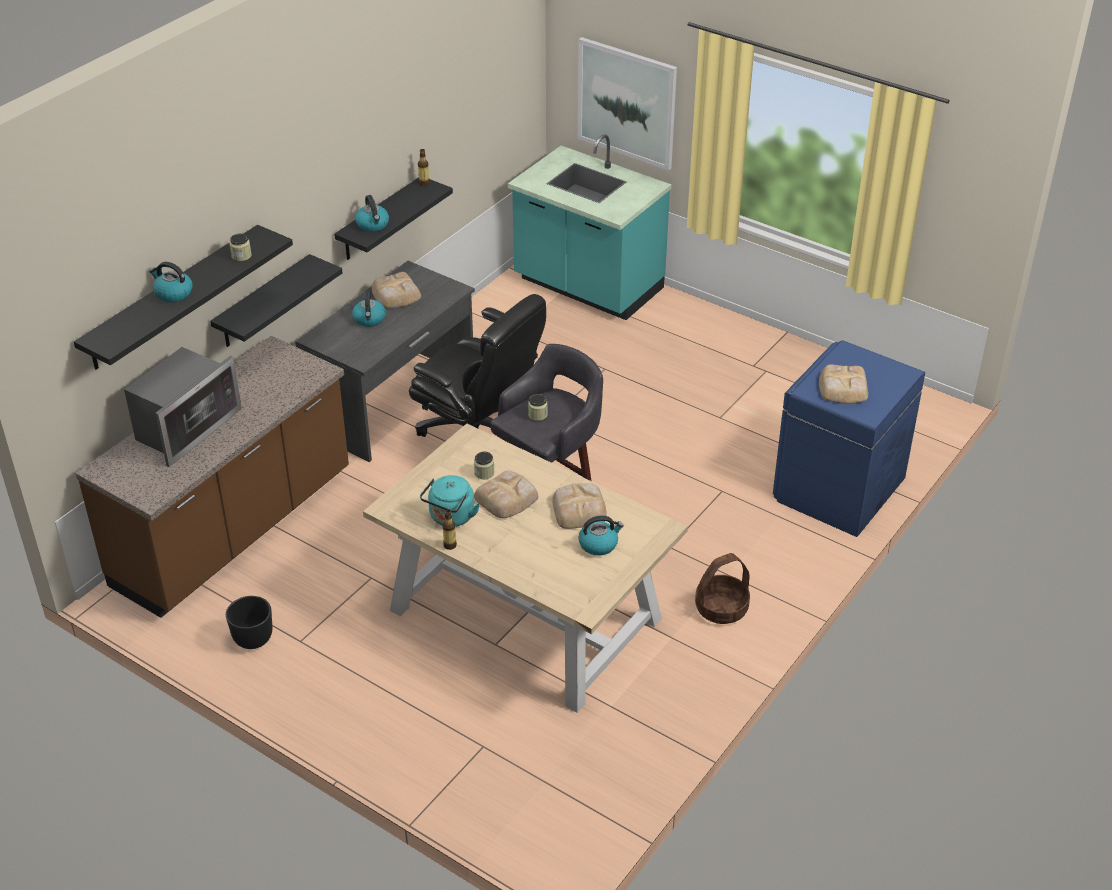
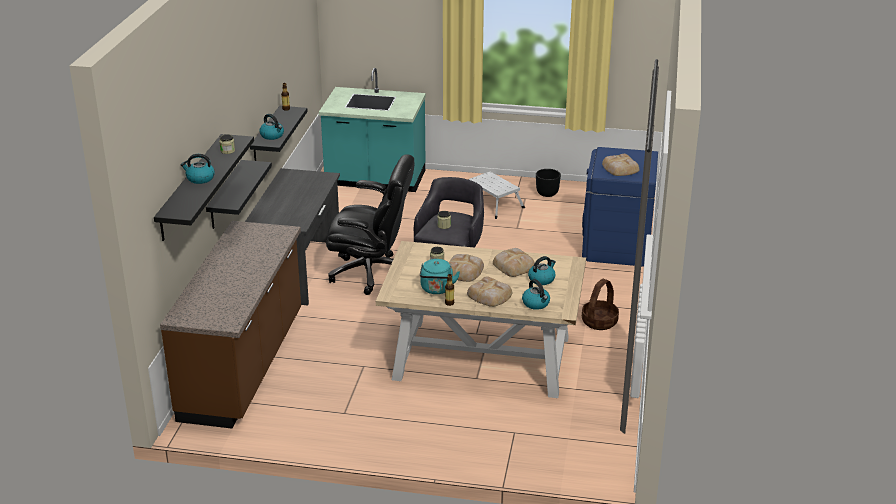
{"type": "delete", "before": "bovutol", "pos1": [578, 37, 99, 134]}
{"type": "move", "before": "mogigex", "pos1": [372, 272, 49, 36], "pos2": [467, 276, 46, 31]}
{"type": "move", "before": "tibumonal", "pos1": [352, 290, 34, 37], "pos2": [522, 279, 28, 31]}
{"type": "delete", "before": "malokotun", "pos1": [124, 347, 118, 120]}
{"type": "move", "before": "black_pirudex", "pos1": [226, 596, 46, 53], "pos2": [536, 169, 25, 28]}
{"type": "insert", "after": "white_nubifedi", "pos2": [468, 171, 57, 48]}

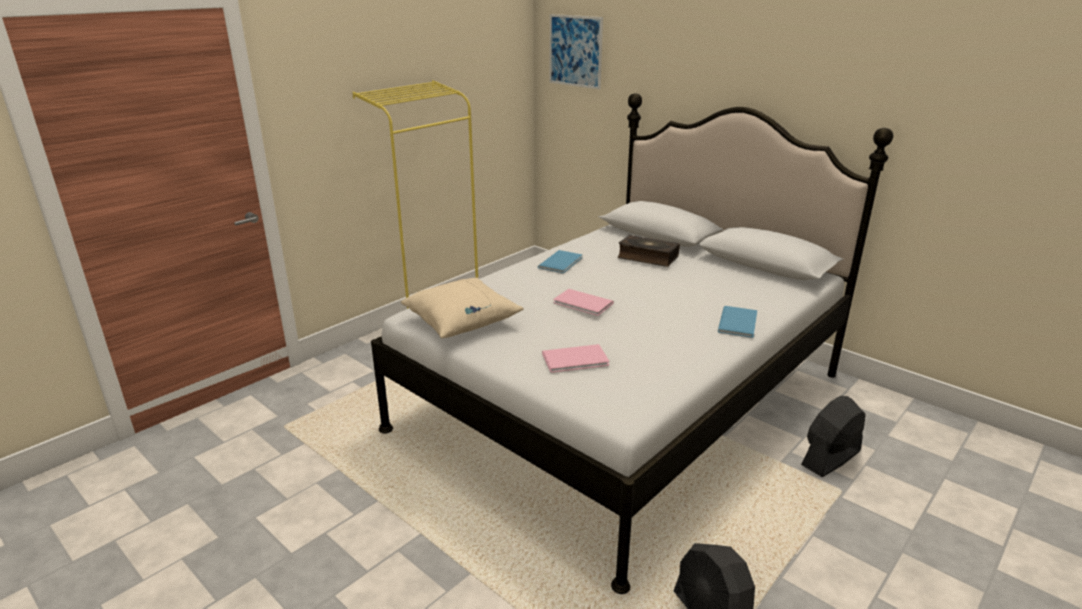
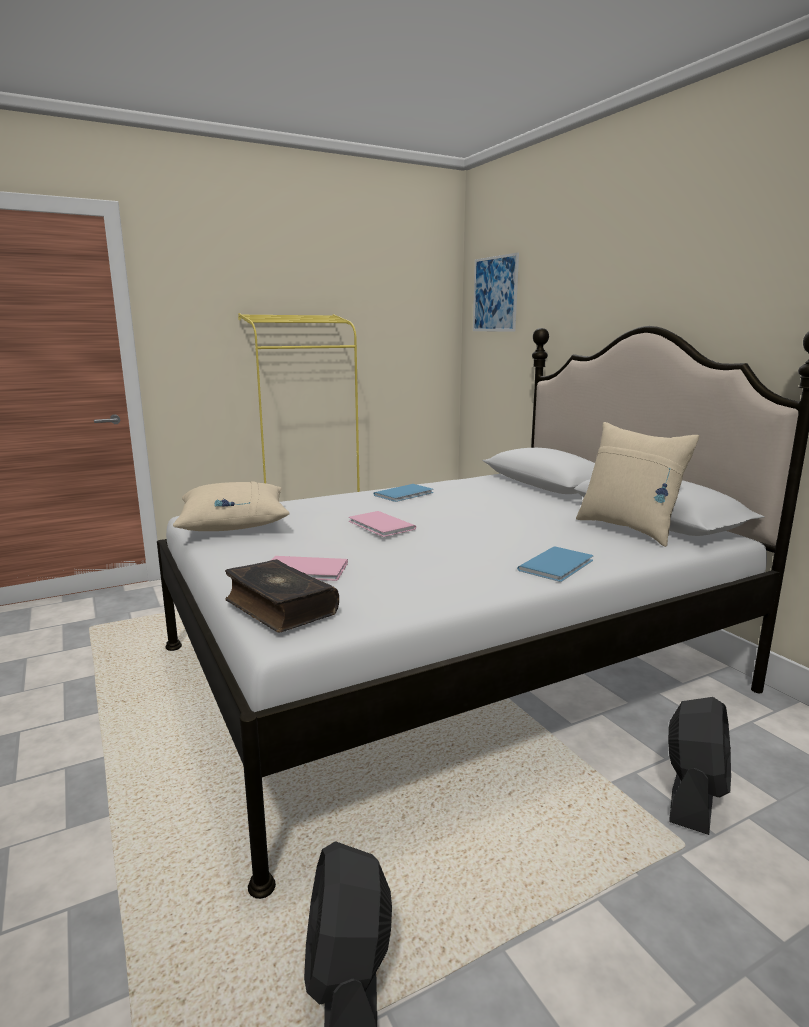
{"type": "move", "before": "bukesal", "pos1": [618, 235, 62, 32], "pos2": [225, 559, 114, 73]}
{"type": "rotate", "before": "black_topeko", "pos1": [801, 396, 65, 81], "pos2": [668, 697, 63, 138], "turn": 135}
{"type": "insert", "after": "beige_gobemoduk", "pos2": [576, 422, 123, 125]}

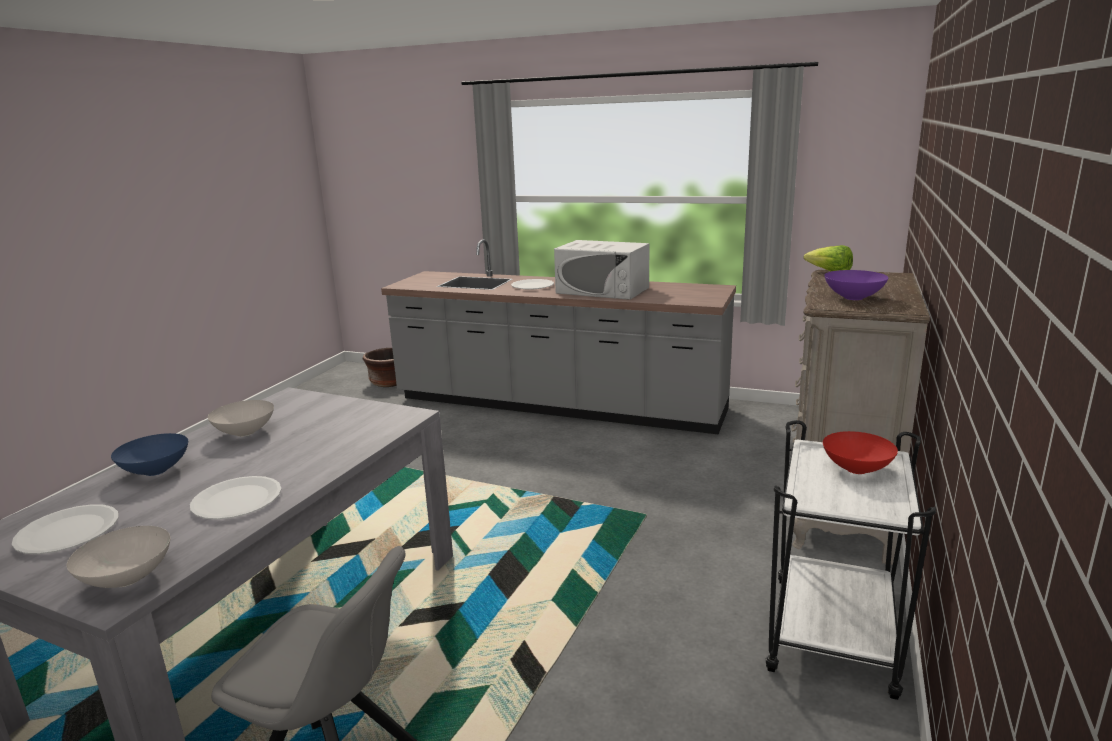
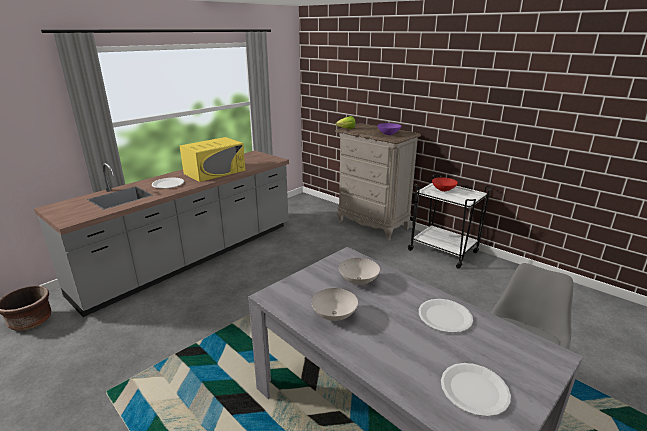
{"type": "recolor", "before": "white_malokotun", "after": "yellow_malokotun", "pos1": [554, 240, 96, 60], "pos2": [179, 137, 67, 45]}
{"type": "delete", "before": "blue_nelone", "pos1": [111, 433, 77, 43]}
{"type": "move", "before": "white_nelone", "pos1": [67, 526, 103, 62], "pos2": [339, 258, 41, 27]}

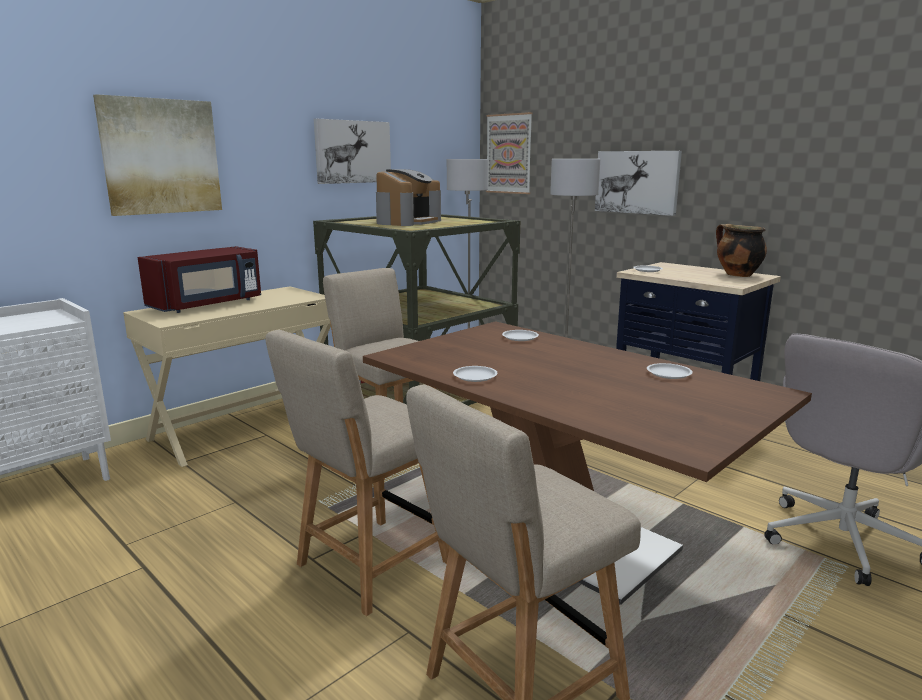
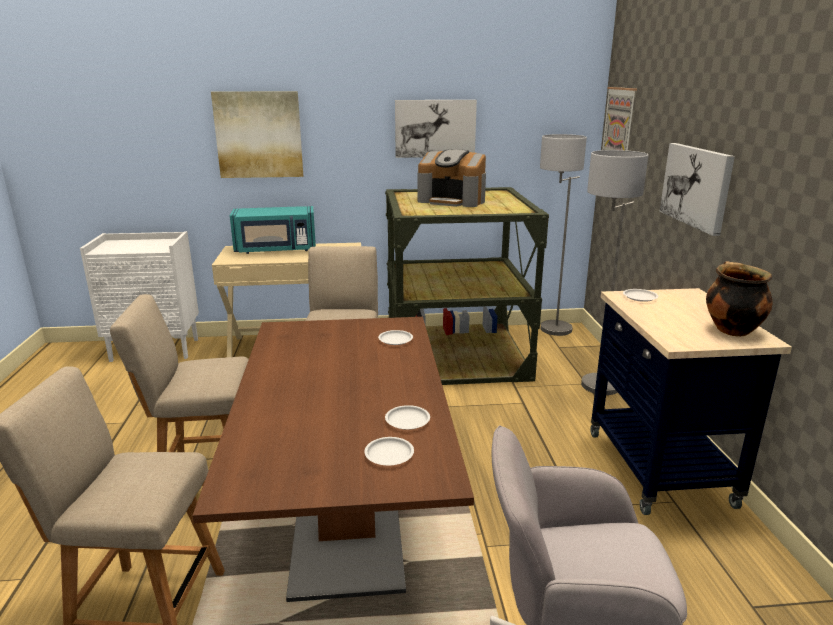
{"type": "rotate", "before": "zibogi", "pos1": [376, 169, 65, 57], "pos2": [417, 149, 69, 58], "turn": 45}
{"type": "recolor", "before": "red_malokotun", "after": "turquoise_malokotun", "pos1": [138, 246, 123, 67], "pos2": [230, 206, 86, 48]}
{"type": "move", "before": "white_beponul", "pos1": [453, 366, 45, 16], "pos2": [365, 437, 49, 29]}

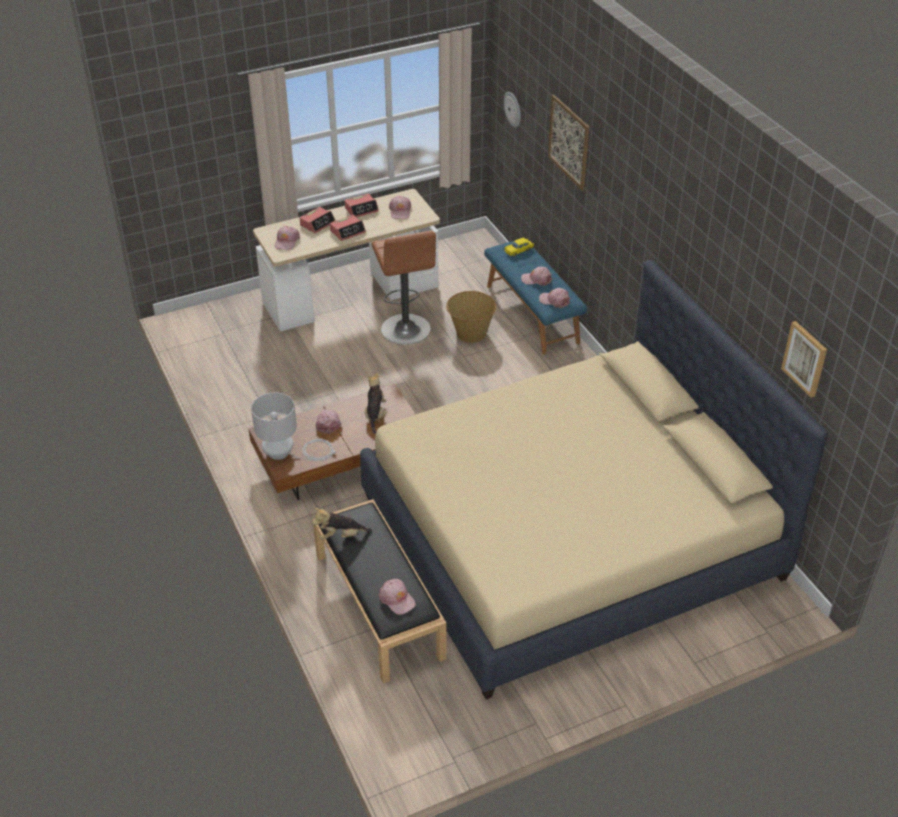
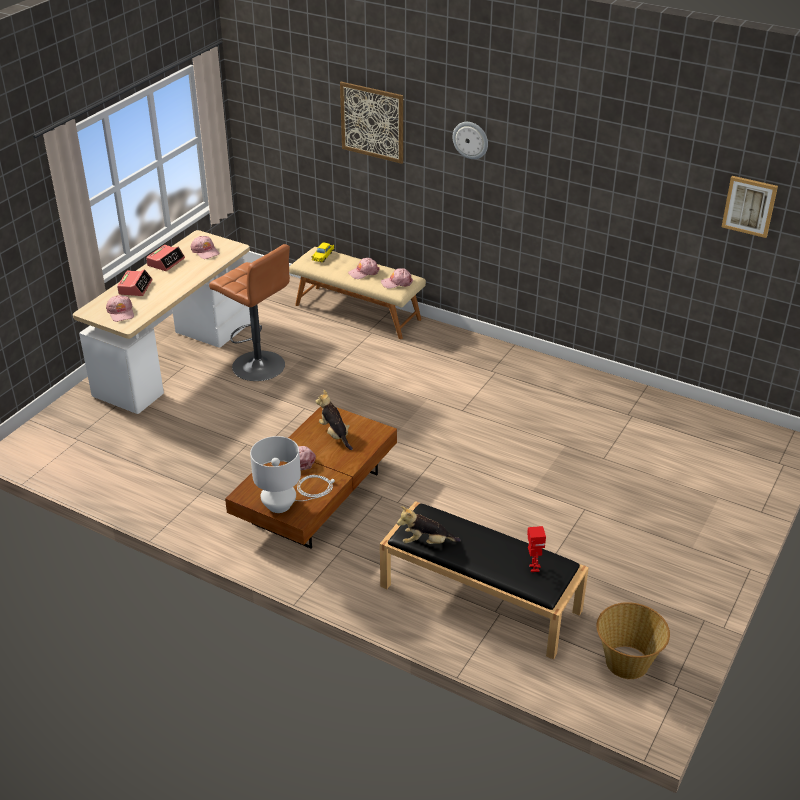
{"type": "move", "before": "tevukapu", "pos1": [504, 92, 17, 35], "pos2": [453, 122, 35, 37]}
{"type": "delete", "before": "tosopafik", "pos1": [330, 215, 36, 26]}
{"type": "recolor", "before": "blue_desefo", "after": "beige_desefo", "pos1": [484, 241, 103, 114], "pos2": [289, 247, 137, 92]}
{"type": "delete", "before": "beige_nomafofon", "pos1": [360, 260, 468, 439]}
{"type": "move", "before": "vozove", "pos1": [446, 291, 50, 52], "pos2": [597, 602, 73, 77]}
{"type": "rotate", "before": "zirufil", "pos1": [312, 508, 60, 32], "pos2": [397, 506, 64, 38], "turn": 45}
{"type": "replace", "before": "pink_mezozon", "after": "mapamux", "pos1": [379, 579, 37, 36], "pos2": [527, 526, 19, 46]}

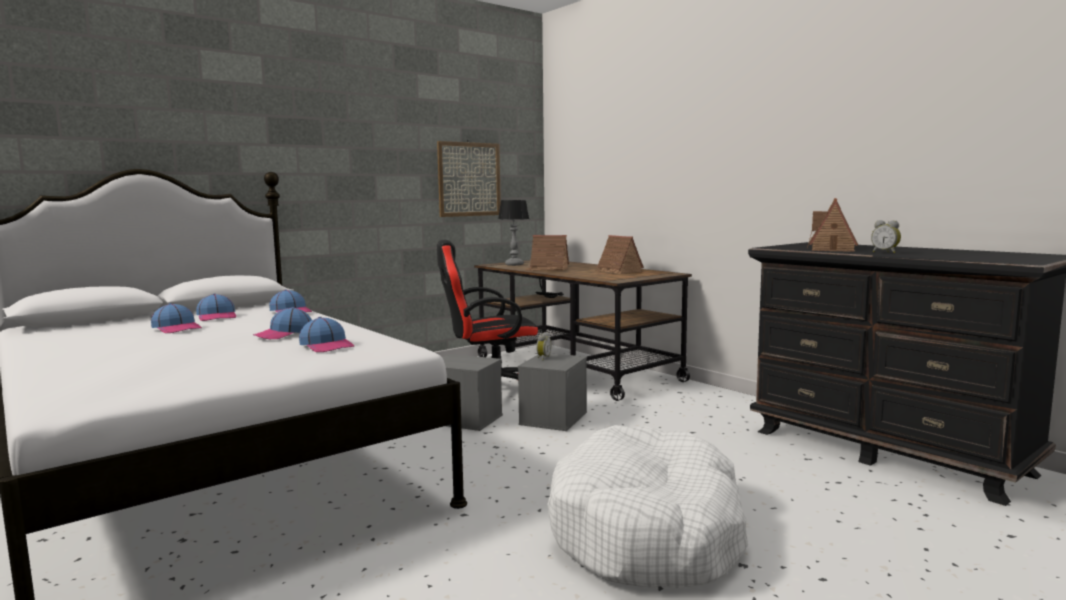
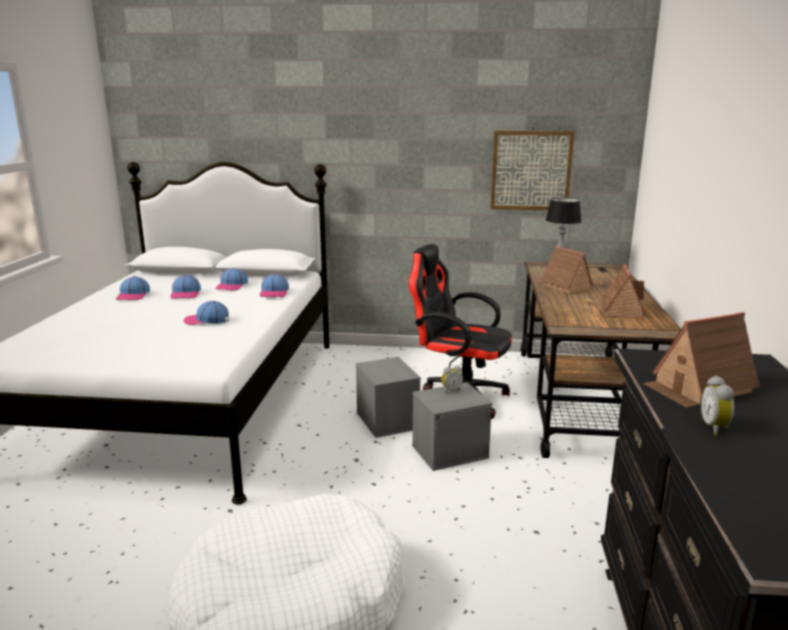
{"type": "move", "before": "mezozon", "pos1": [299, 317, 55, 35], "pos2": [116, 276, 34, 24]}

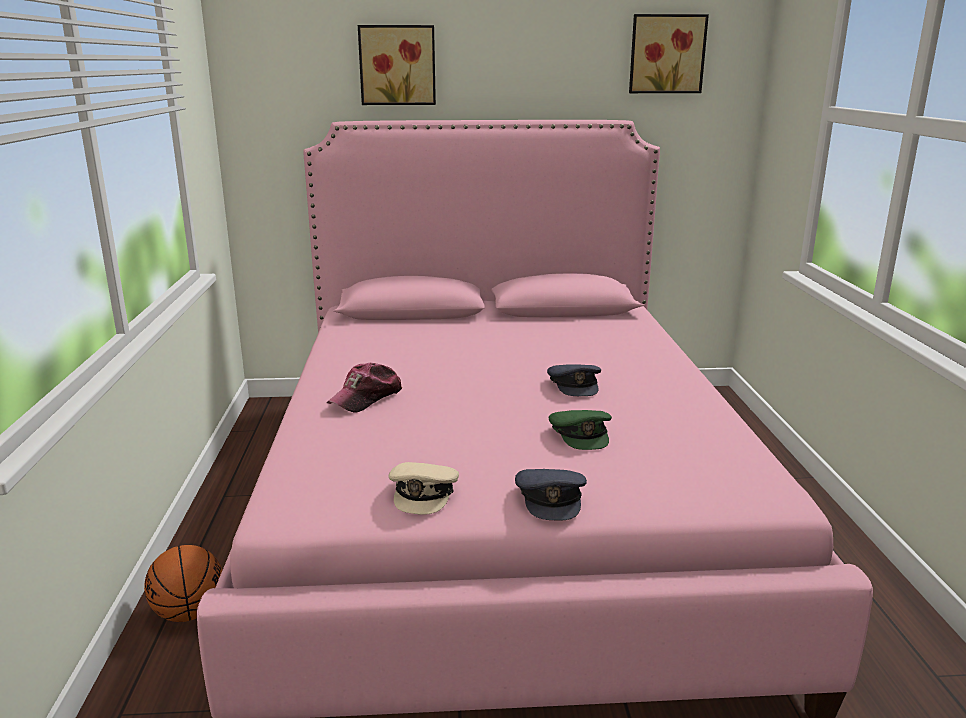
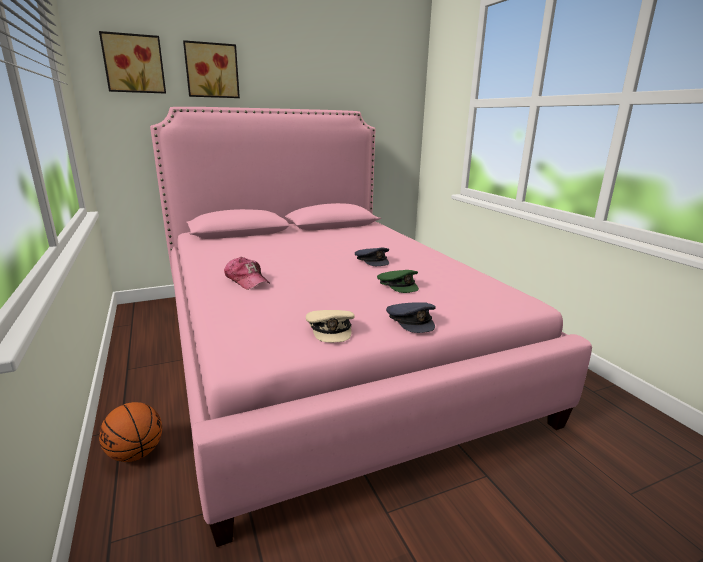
{"type": "move", "before": "bovutol", "pos1": [629, 14, 80, 79], "pos2": [99, 31, 67, 63]}
{"type": "rotate", "before": "mezozon", "pos1": [326, 363, 77, 50], "pos2": [224, 257, 46, 33], "turn": -60}

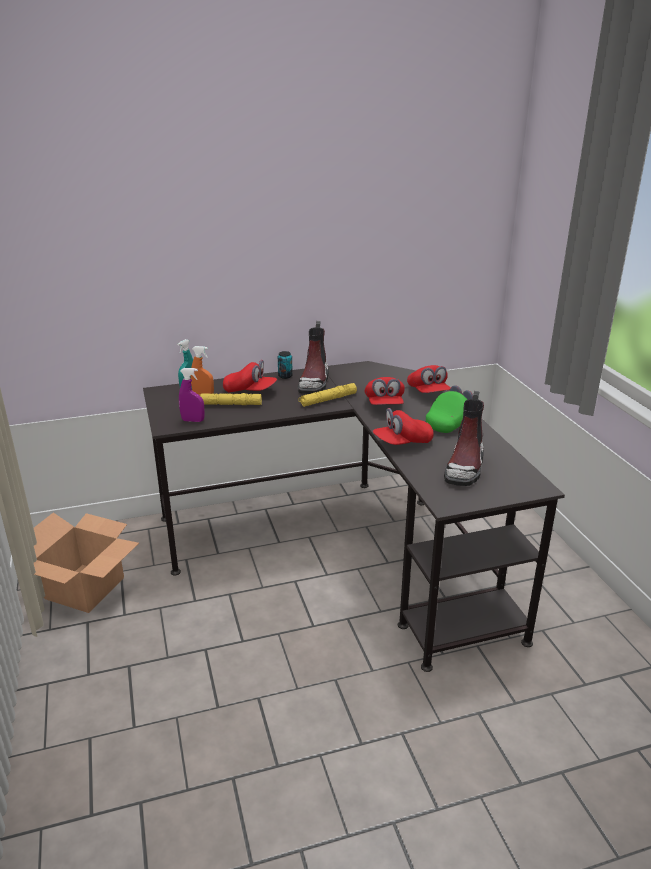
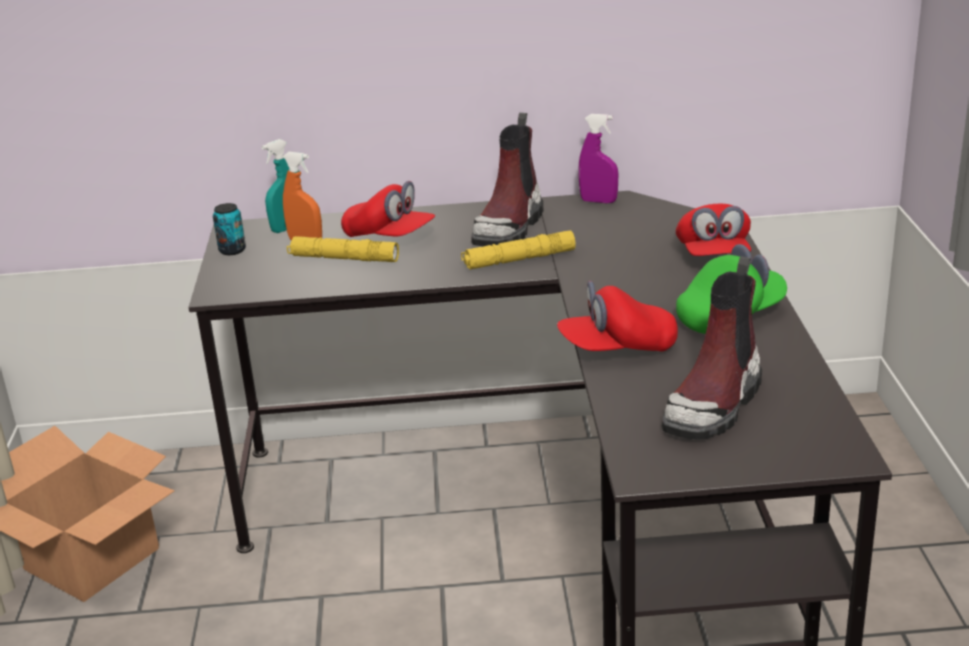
{"type": "move", "before": "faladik", "pos1": [278, 351, 15, 28], "pos2": [213, 203, 33, 52]}
{"type": "move", "before": "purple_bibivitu", "pos1": [179, 368, 26, 54], "pos2": [578, 114, 40, 89]}
{"type": "delete", "before": "red_mezozon", "pos1": [365, 377, 40, 28]}

